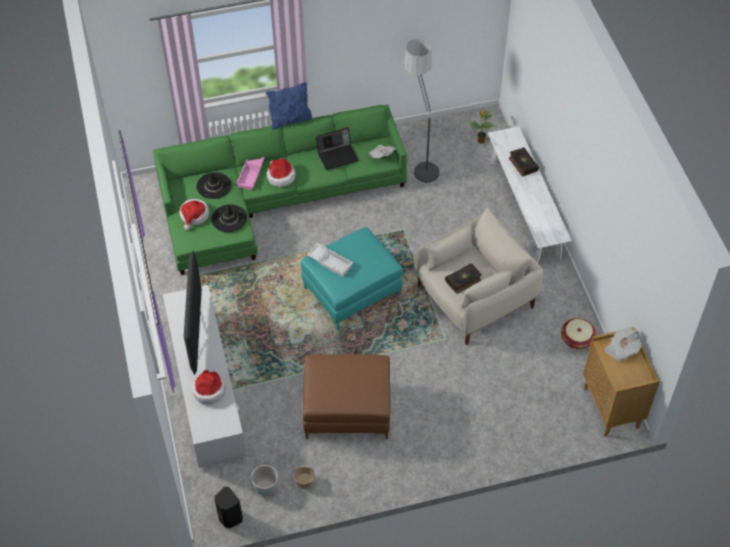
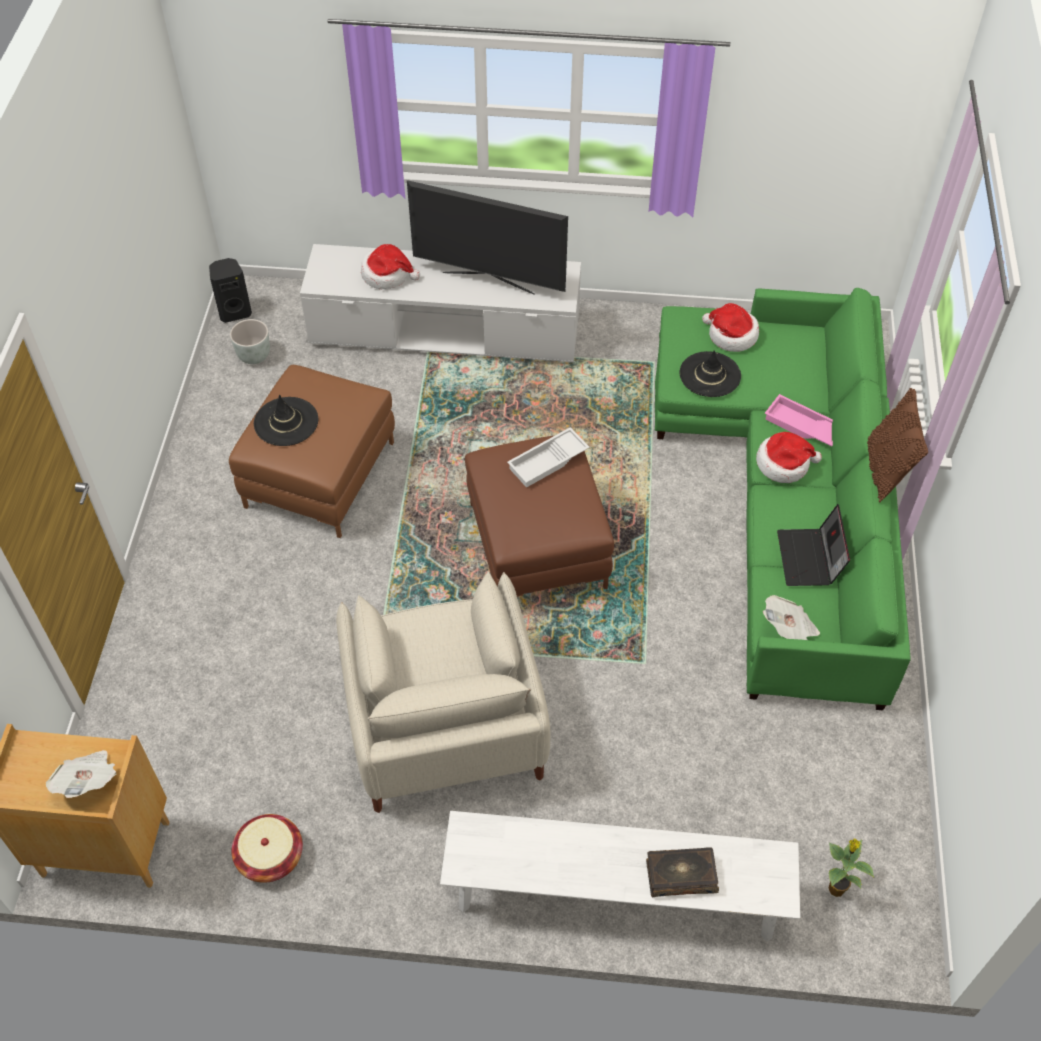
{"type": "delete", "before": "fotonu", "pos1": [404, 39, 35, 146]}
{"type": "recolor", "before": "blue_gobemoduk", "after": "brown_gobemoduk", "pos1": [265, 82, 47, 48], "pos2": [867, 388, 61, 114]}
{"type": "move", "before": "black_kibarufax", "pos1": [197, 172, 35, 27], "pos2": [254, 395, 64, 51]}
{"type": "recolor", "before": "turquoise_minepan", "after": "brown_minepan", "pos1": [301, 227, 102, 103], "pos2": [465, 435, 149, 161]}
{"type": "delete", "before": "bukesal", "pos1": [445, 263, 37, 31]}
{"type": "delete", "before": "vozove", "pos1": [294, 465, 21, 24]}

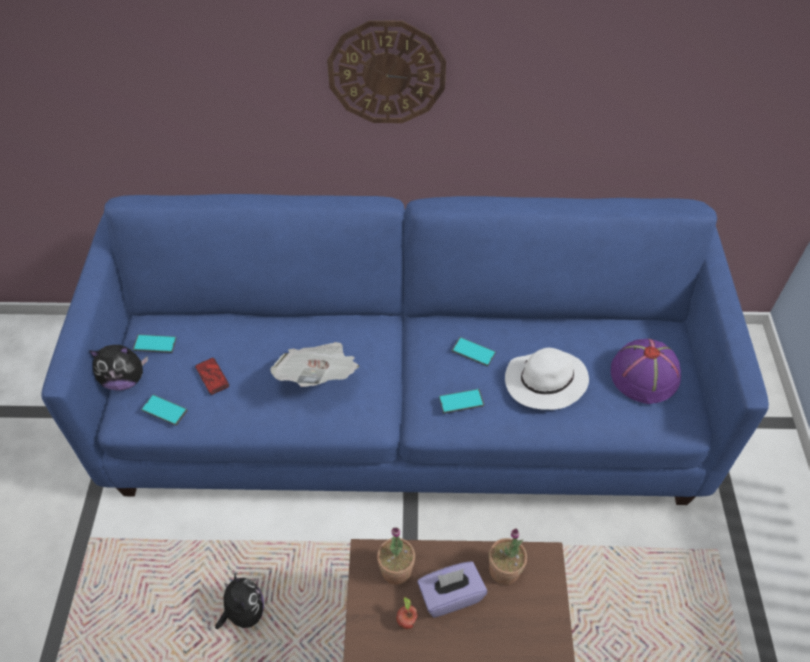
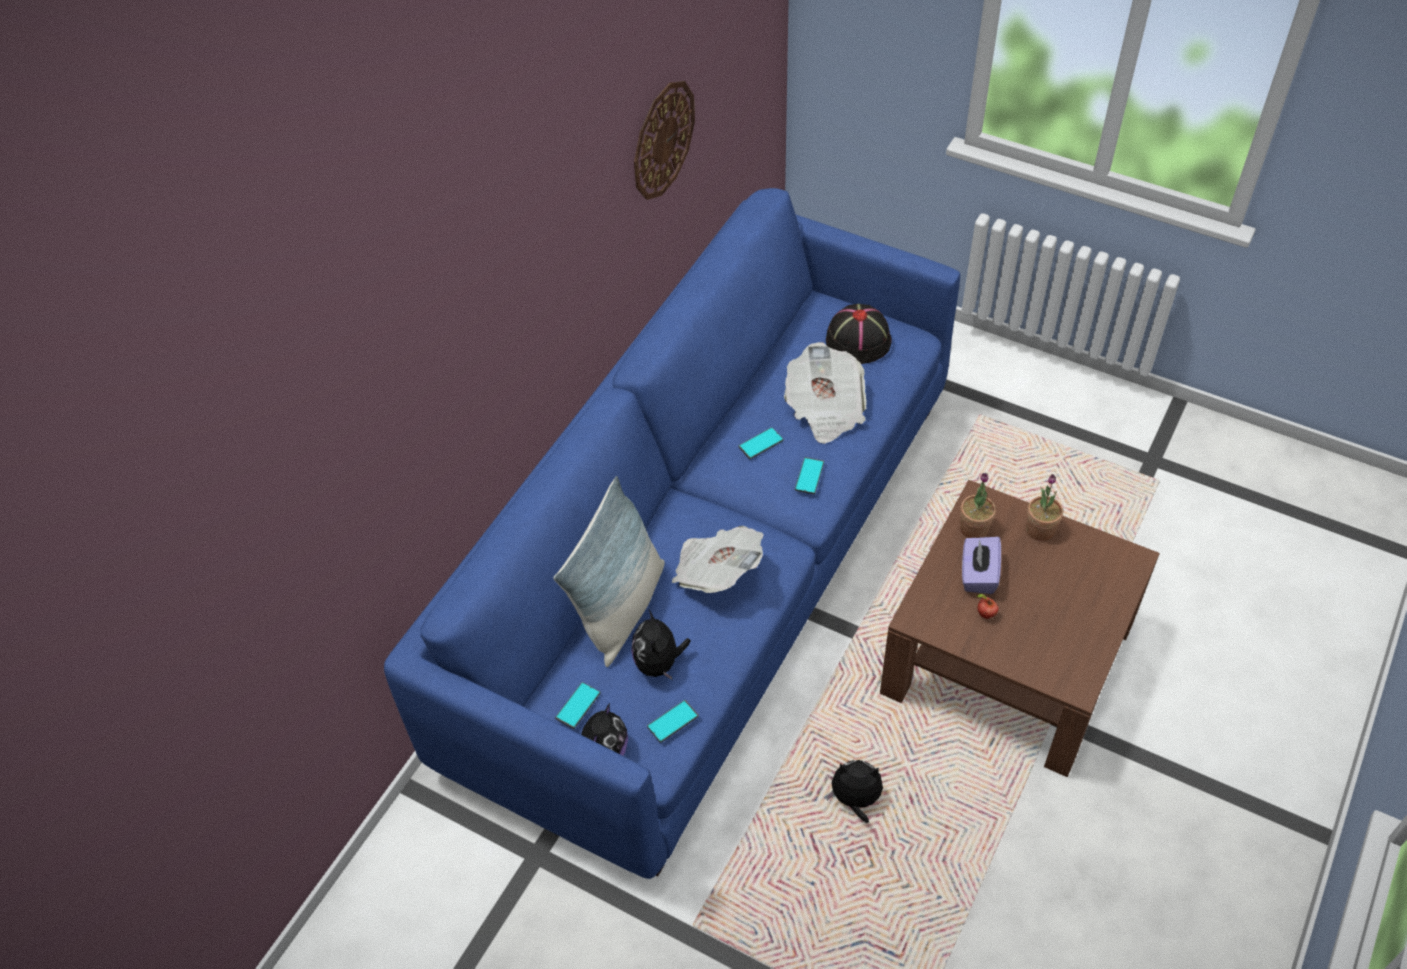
{"type": "move", "before": "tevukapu", "pos1": [327, 20, 119, 103], "pos2": [634, 81, 61, 119]}
{"type": "recolor", "before": "purple_kibarufax", "after": "black_kibarufax", "pos1": [611, 339, 70, 65], "pos2": [826, 304, 66, 60]}
{"type": "replace", "before": "white_kibarufax", "after": "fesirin", "pos1": [505, 348, 84, 62], "pos2": [784, 342, 82, 102]}
{"type": "replace", "before": "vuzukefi", "after": "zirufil", "pos1": [195, 358, 34, 37], "pos2": [631, 610, 60, 70]}
{"type": "move", "before": "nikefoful", "pos1": [377, 527, 38, 58], "pos2": [1026, 474, 37, 67]}
{"type": "insert", "after": "gobemoduk", "pos2": [553, 476, 112, 191]}

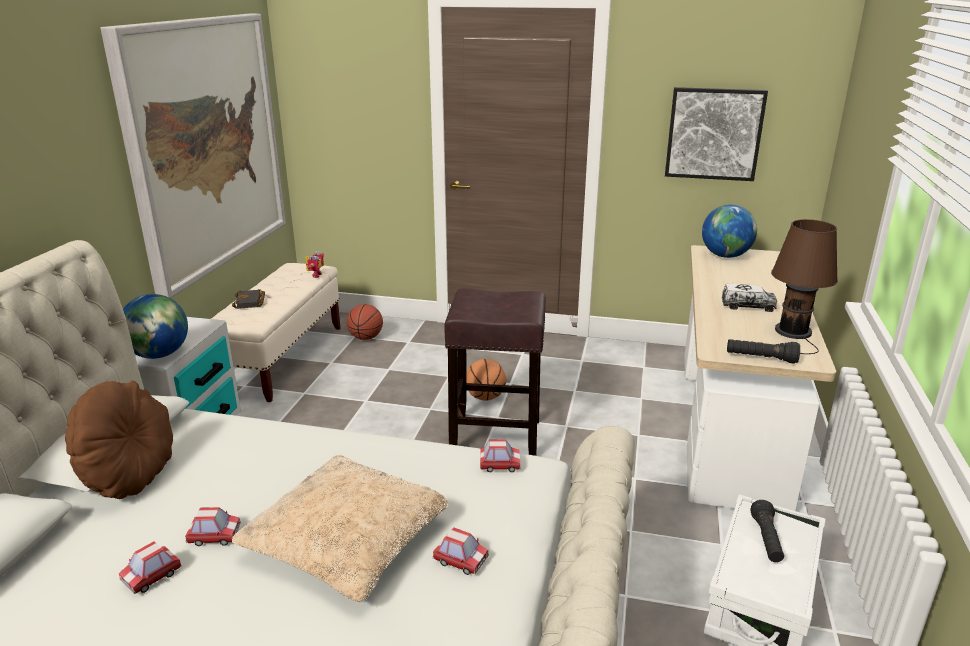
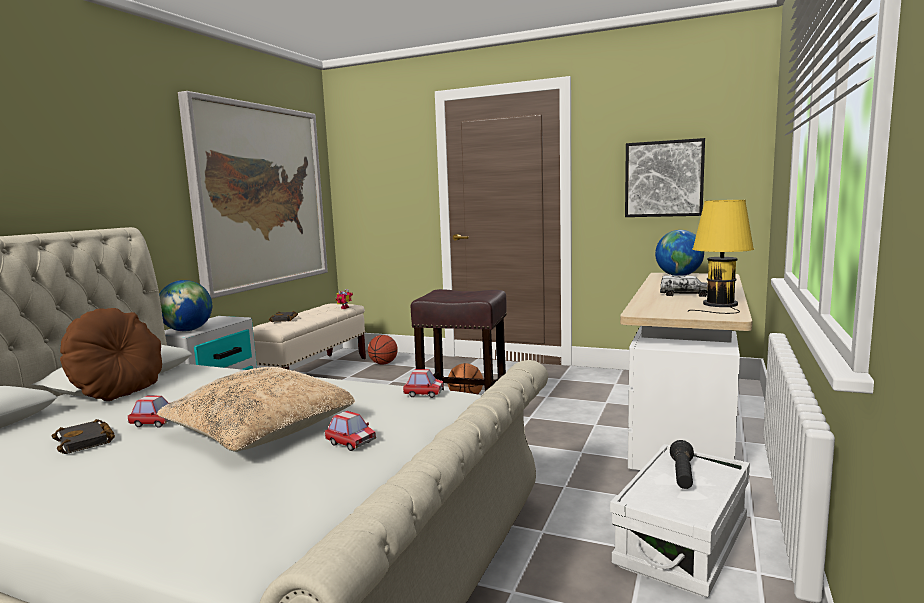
{"type": "recolor", "before": "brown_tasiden", "after": "yellow_tasiden", "pos1": [771, 219, 67, 135], "pos2": [688, 200, 66, 114]}
{"type": "delete", "before": "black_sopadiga", "pos1": [727, 339, 73, 25]}
{"type": "replace", "before": "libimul", "after": "black_bukesal", "pos1": [119, 541, 63, 53], "pos2": [52, 419, 63, 35]}

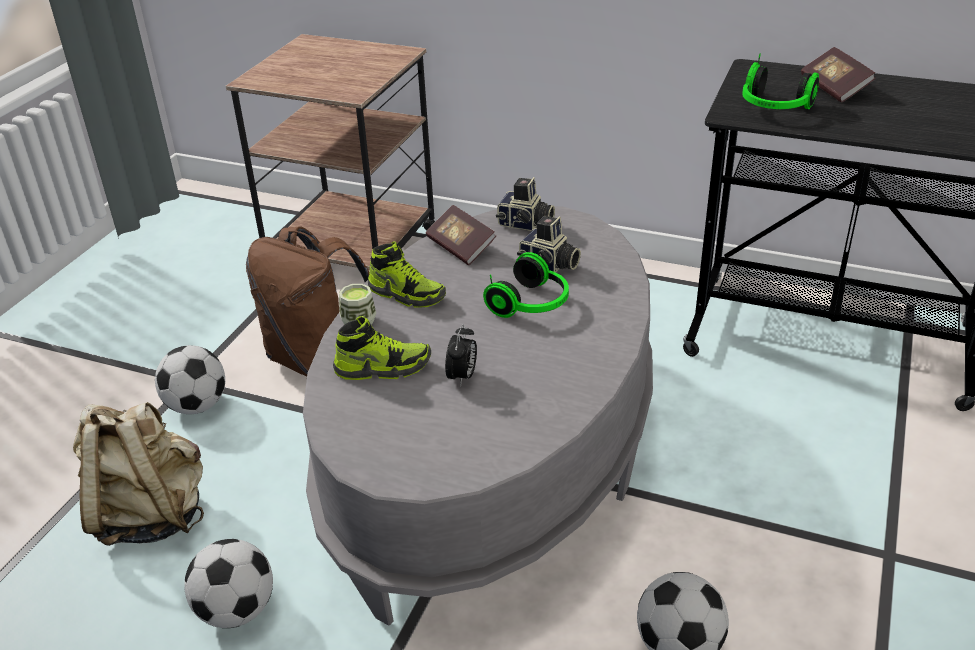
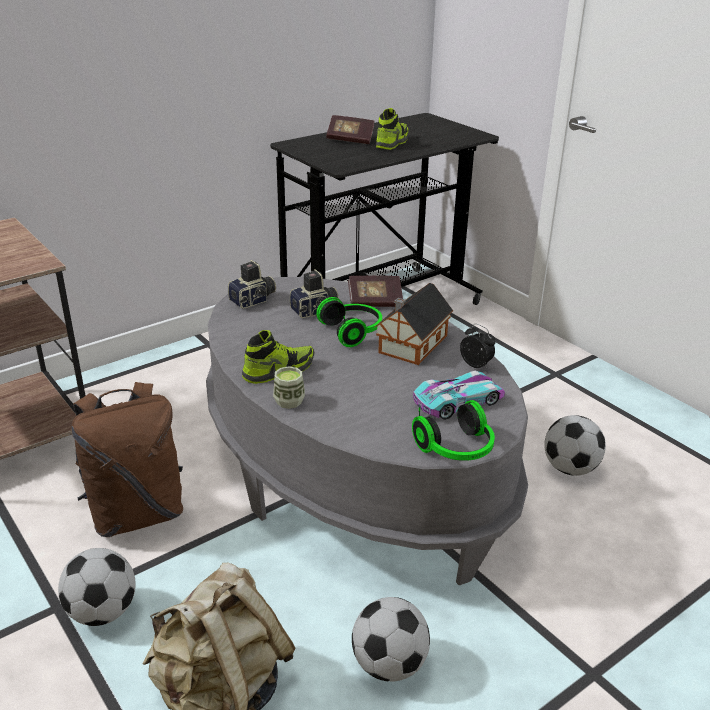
{"type": "move", "before": "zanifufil", "pos1": [742, 54, 77, 55], "pos2": [412, 400, 83, 61]}
{"type": "move", "before": "bukesal", "pos1": [426, 205, 70, 60], "pos2": [348, 276, 55, 31]}
{"type": "move", "before": "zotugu", "pos1": [333, 316, 98, 64], "pos2": [376, 108, 33, 42]}
{"type": "move", "before": "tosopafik", "pos1": [445, 324, 32, 63], "pos2": [460, 324, 36, 45]}
{"type": "insert", "after": "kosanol", "pos2": [374, 283, 79, 82]}
{"type": "insert", "after": "libimul", "pos2": [413, 370, 92, 50]}

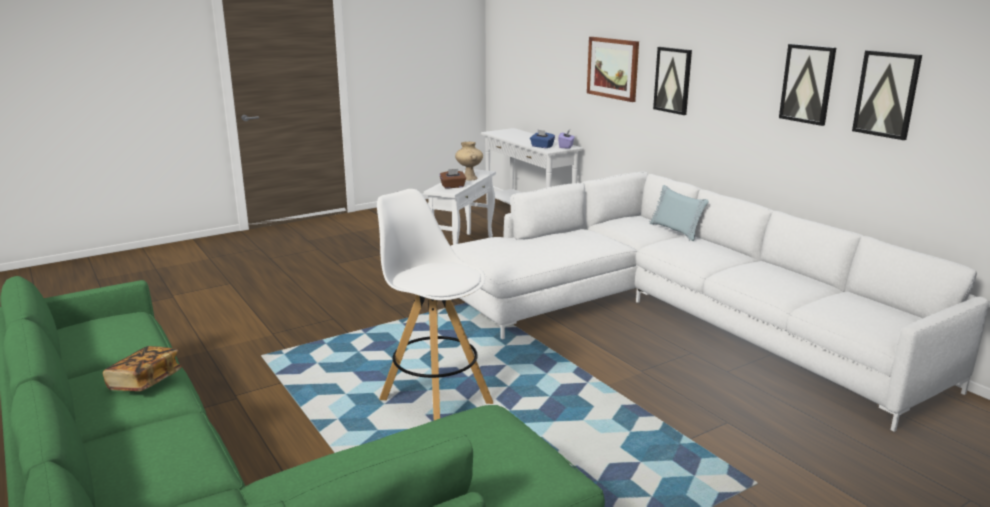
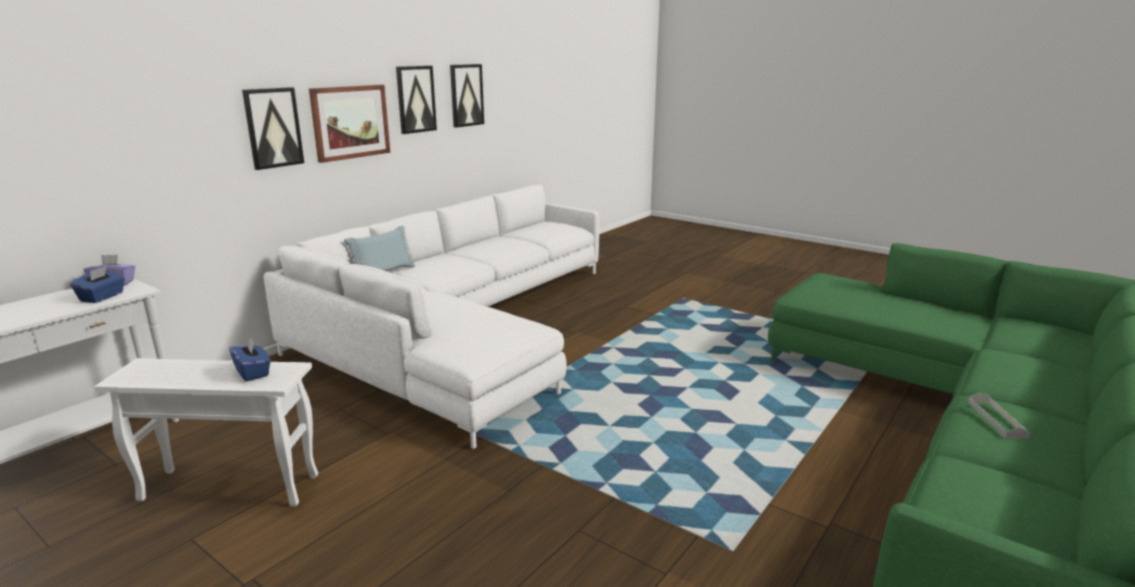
{"type": "move", "before": "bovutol", "pos1": [587, 37, 52, 65], "pos2": [309, 85, 81, 78]}
{"type": "delete", "before": "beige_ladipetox", "pos1": [455, 142, 28, 38]}
{"type": "recolor", "before": "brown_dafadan", "after": "blue_dafadan", "pos1": [440, 169, 26, 20], "pos2": [229, 337, 42, 45]}
{"type": "delete", "before": "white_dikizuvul", "pos1": [377, 189, 116, 231]}
{"type": "replace", "before": "bukesal", "after": "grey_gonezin", "pos1": [103, 346, 79, 45], "pos2": [968, 392, 62, 47]}

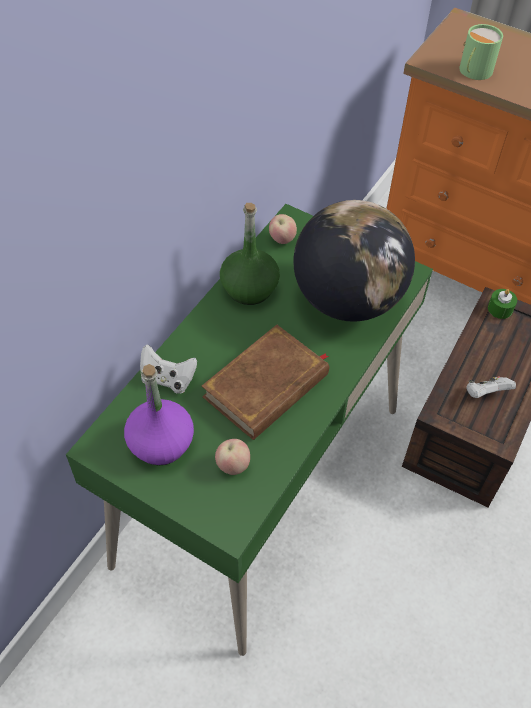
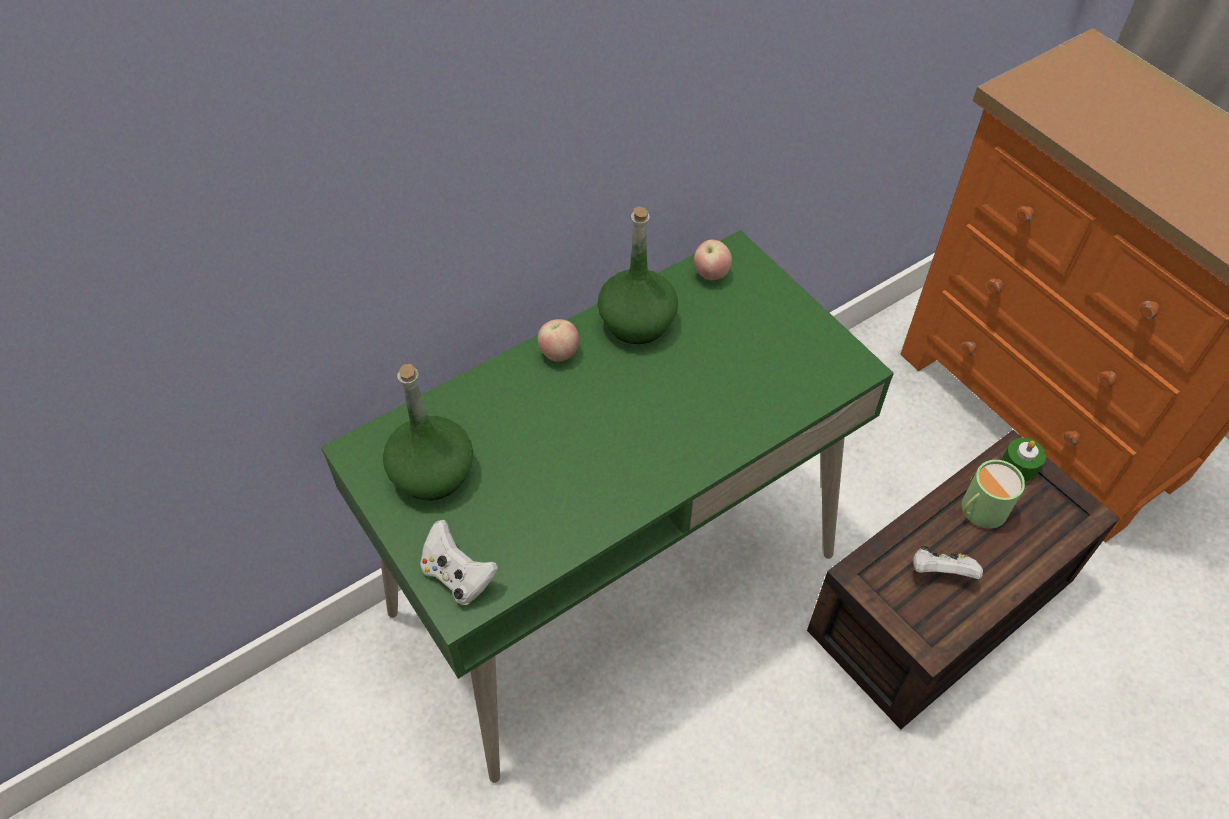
{"type": "move", "before": "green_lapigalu", "pos1": [459, 24, 44, 56], "pos2": [962, 460, 63, 69]}
{"type": "delete", "before": "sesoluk", "pos1": [293, 200, 122, 122]}
{"type": "delete", "before": "brown_bukesal", "pos1": [202, 325, 127, 115]}
{"type": "move", "before": "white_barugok", "pos1": [140, 344, 57, 50], "pos2": [420, 520, 78, 85]}
{"type": "recolor", "before": "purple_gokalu", "after": "green_gokalu", "pos1": [124, 364, 70, 101], "pos2": [383, 364, 90, 136]}
{"type": "move", "before": "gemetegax", "pos1": [215, 439, 35, 36], "pos2": [538, 319, 41, 43]}

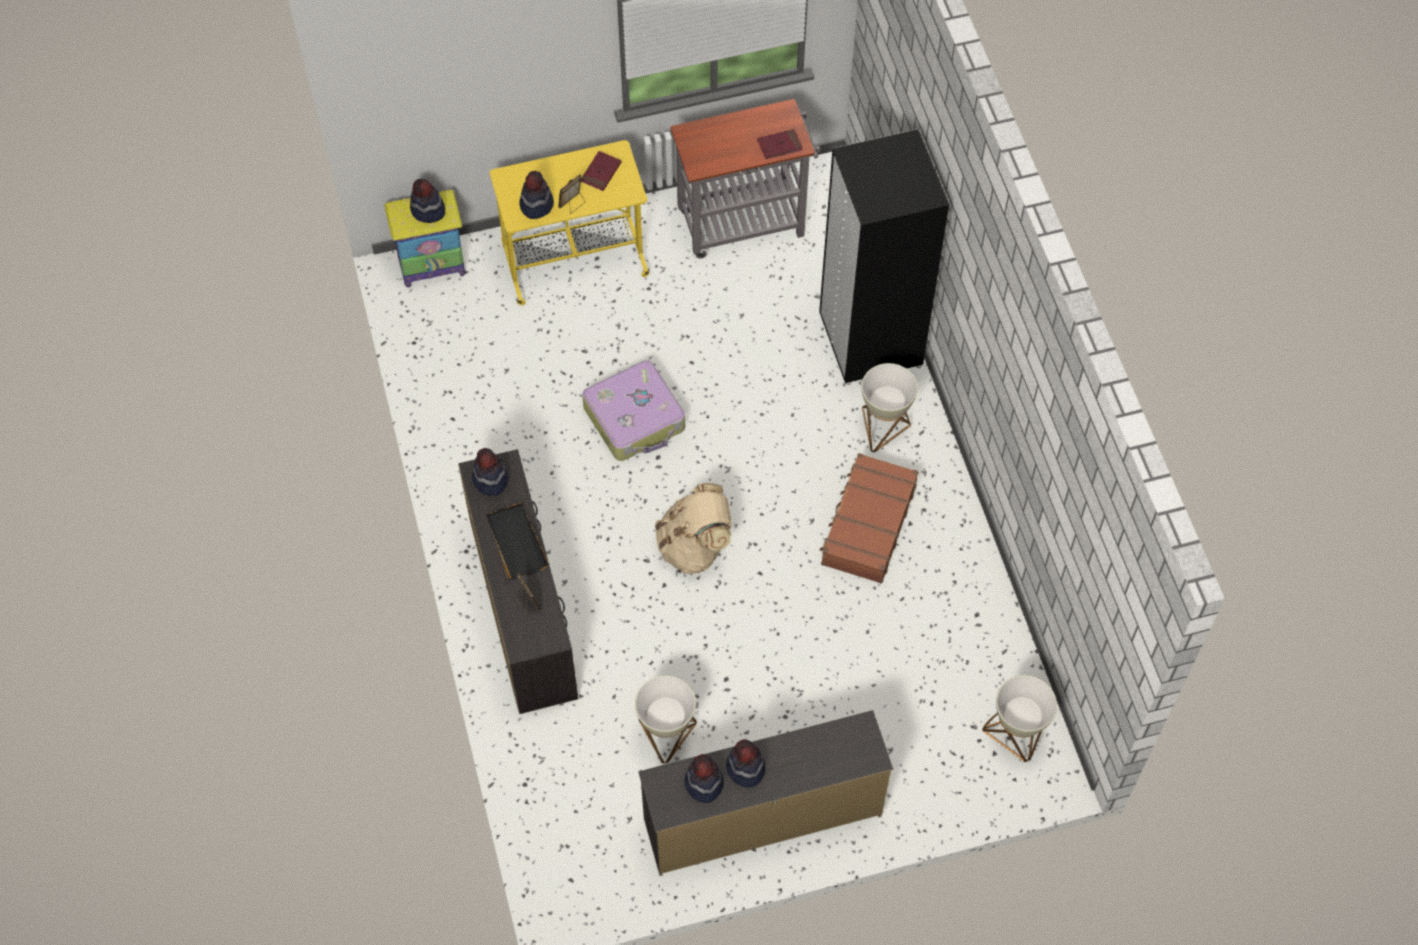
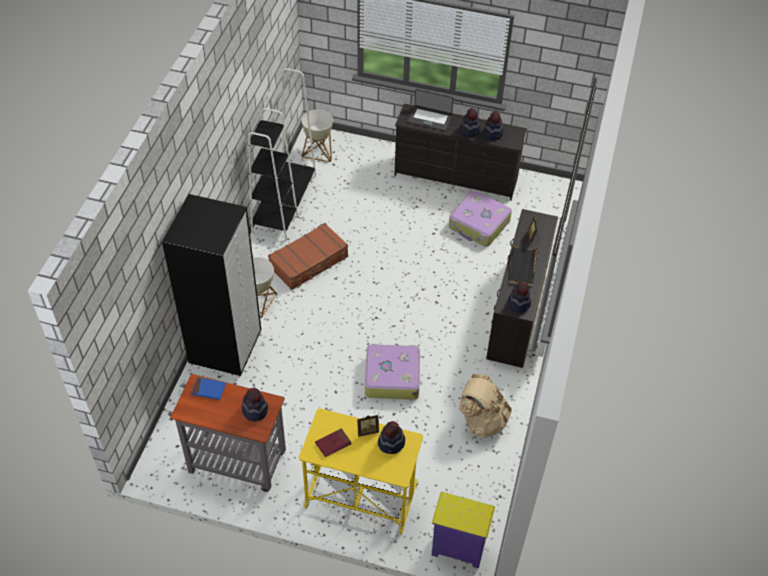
{"type": "recolor", "before": "red_bukesal", "after": "blue_bukesal", "pos1": [757, 129, 46, 30], "pos2": [191, 377, 35, 23]}
{"type": "move", "before": "kibarufax", "pos1": [410, 179, 35, 44], "pos2": [242, 388, 26, 34]}
{"type": "move", "before": "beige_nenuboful", "pos1": [655, 483, 77, 91], "pos2": [459, 374, 53, 64]}
{"type": "replace", "before": "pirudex", "after": "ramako", "pos1": [635, 675, 62, 88], "pos2": [449, 191, 63, 56]}
{"type": "insert", "after": "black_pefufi", "pos2": [248, 68, 68, 174]}
{"type": "insert", "after": "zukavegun", "pos2": [408, 89, 46, 42]}

